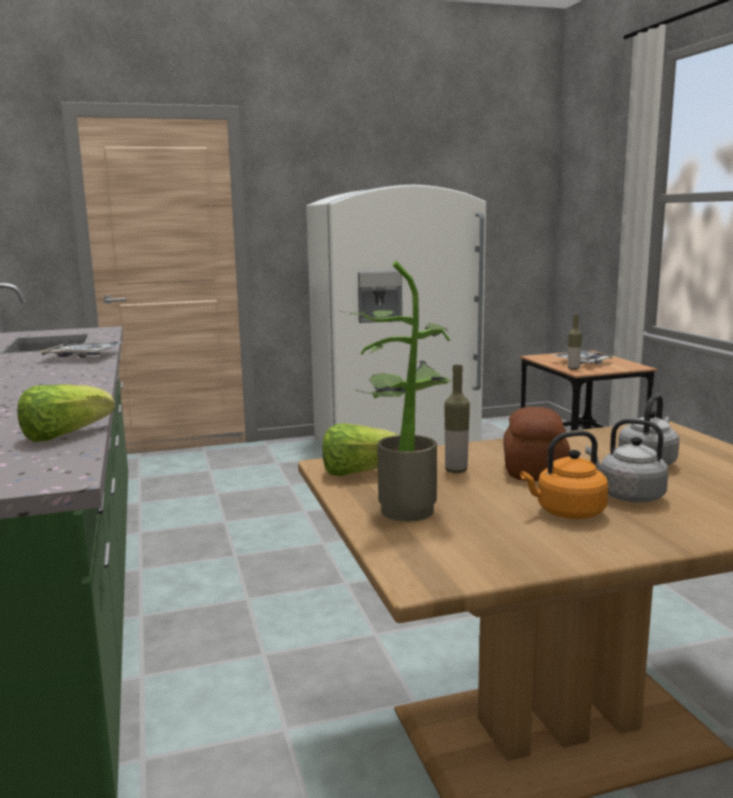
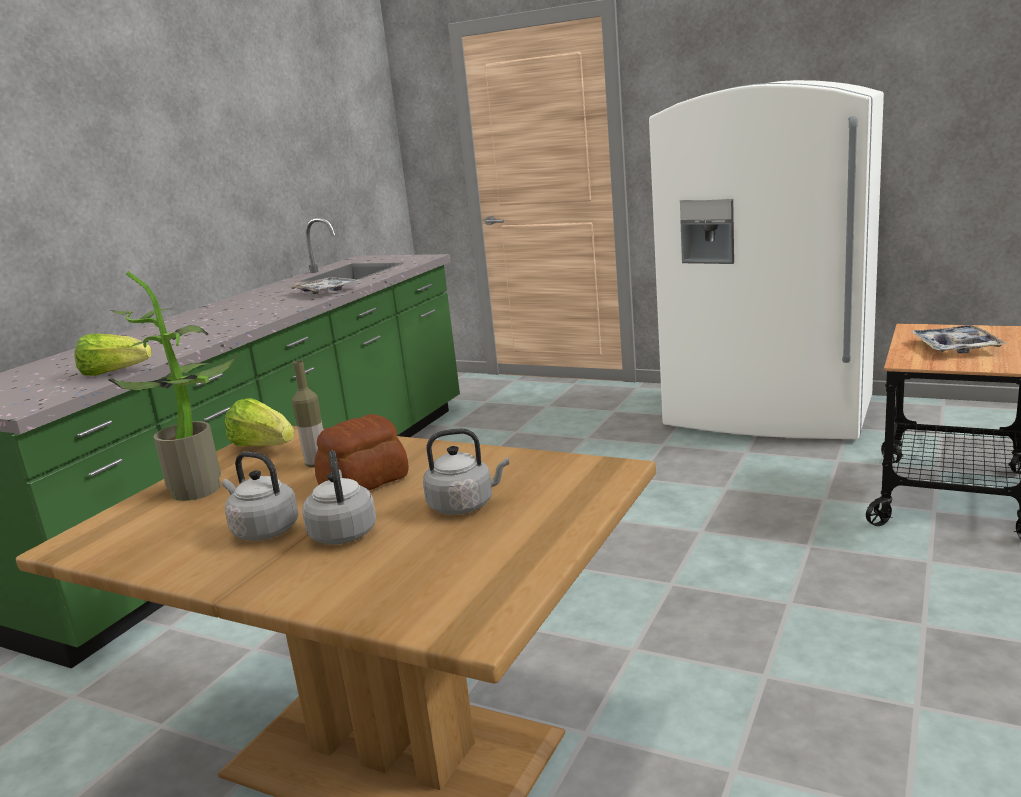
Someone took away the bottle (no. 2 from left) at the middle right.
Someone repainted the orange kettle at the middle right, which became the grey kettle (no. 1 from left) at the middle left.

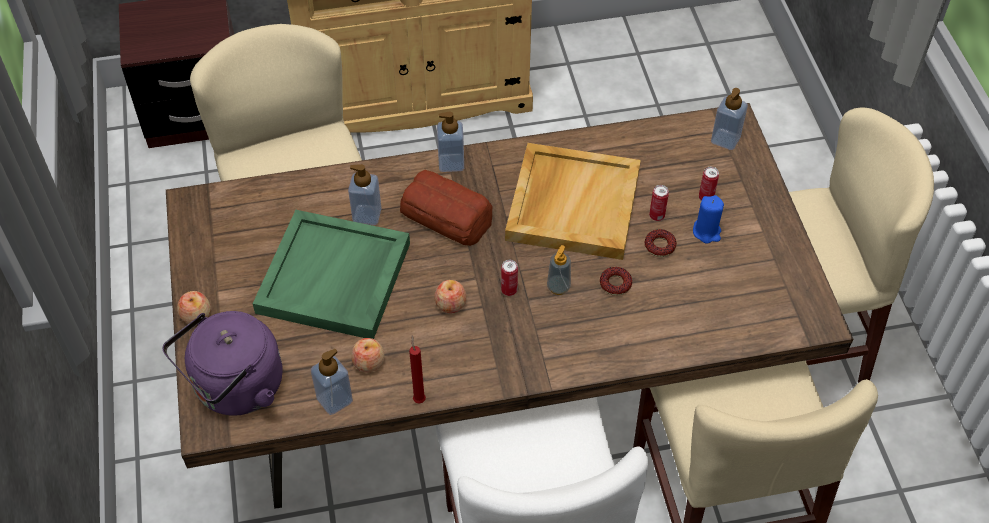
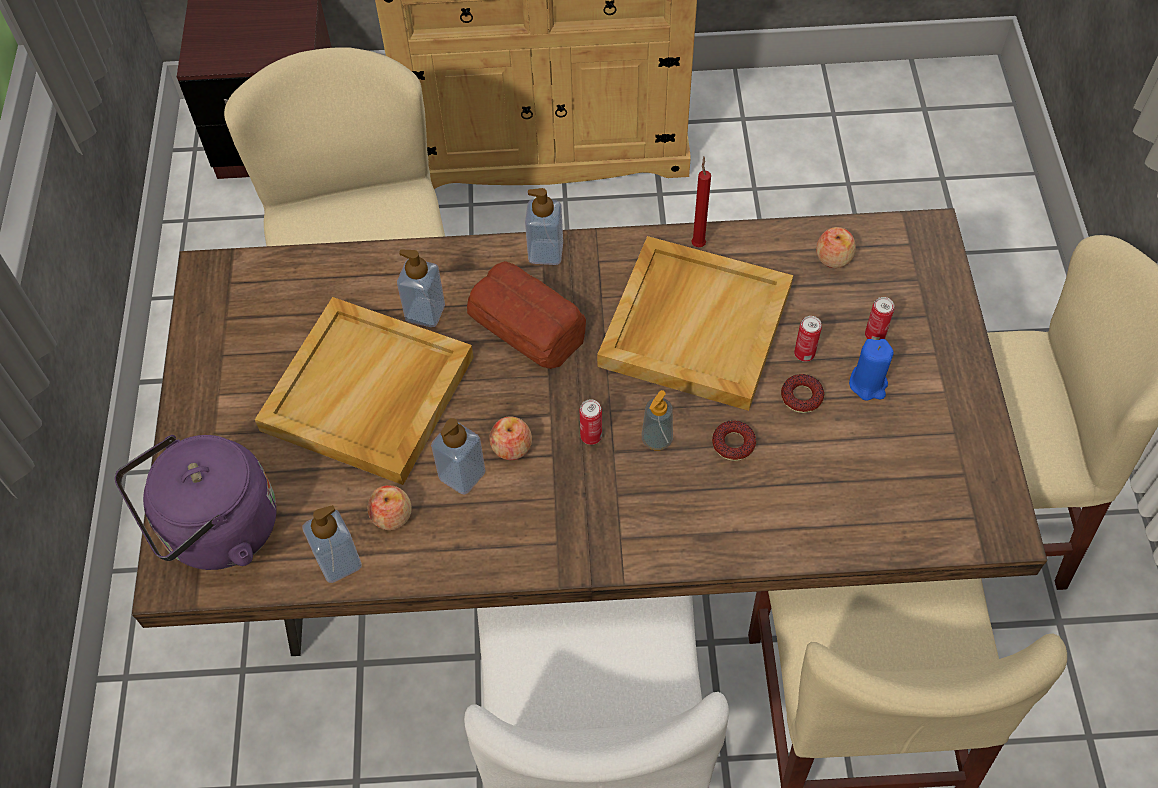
Someone carried the apple (no. 1 from left in the first image) from the middle left to the top right.
Someone carried the red candle from the bottom centre to the top centre.
Someone carried the soap dispenser (no. 5 from left in the first image) from the top right to the centre.
Someone repainted the green tray at the centre, which became the beige tray (no. 1 from left) at the middle left.

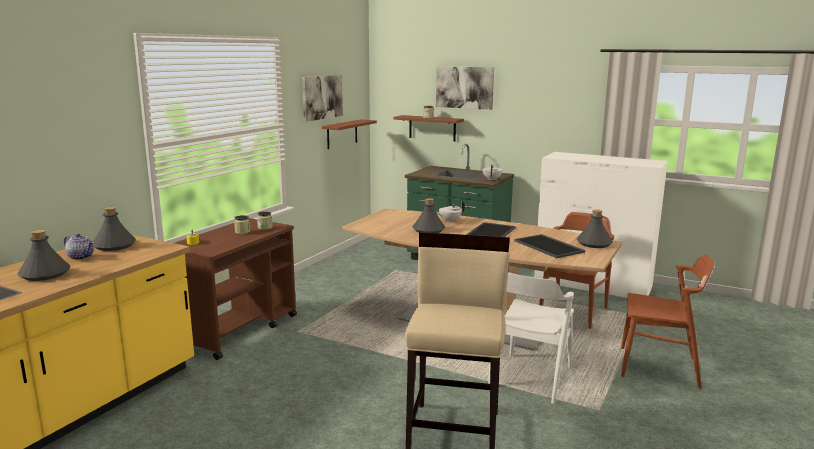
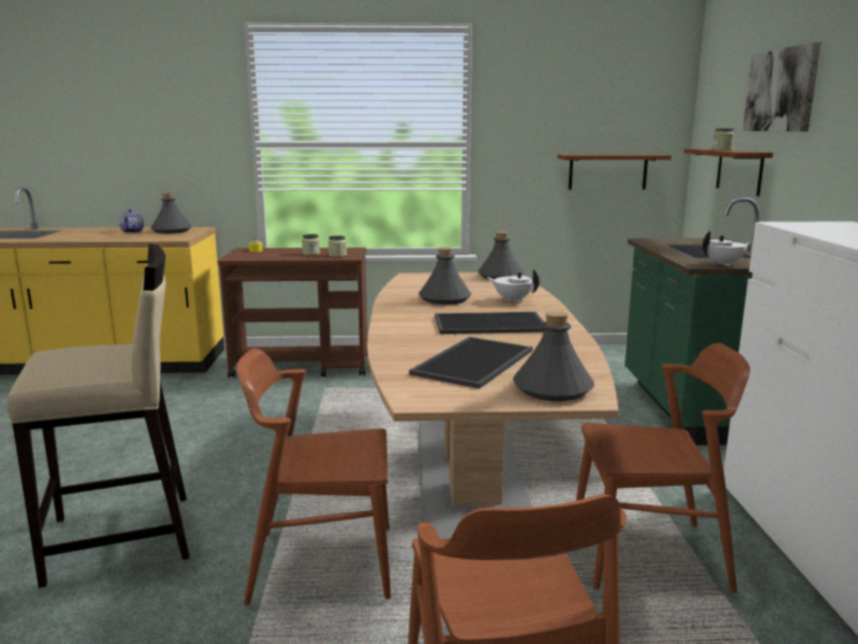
Someone took away the picture (no. 1 from left) at the top centre.
Someone carried the grey bottle (no. 1 from left in the first image) from the middle left to the centre.
Someone repainted the white chair at the bottom centre, which became the brown chair (no. 1 from left) at the bottom centre.

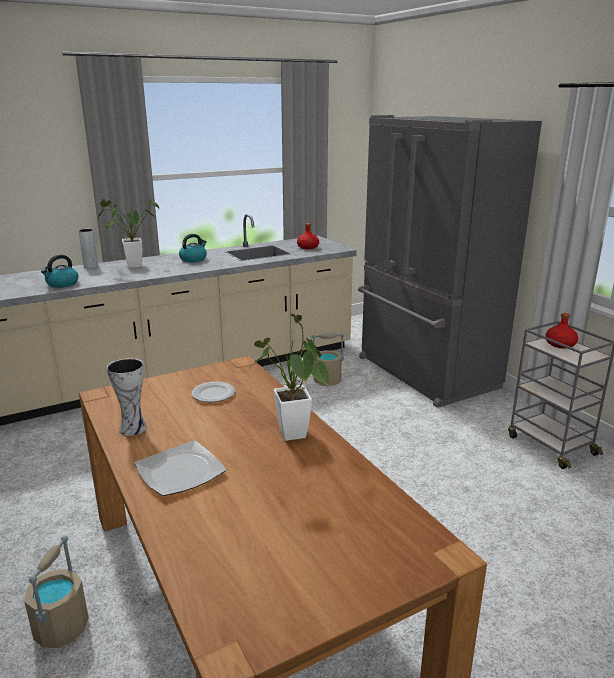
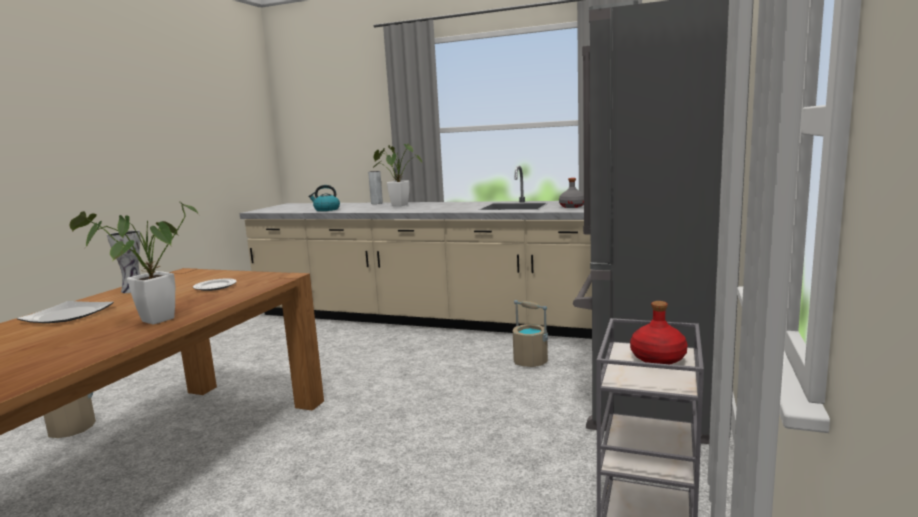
Someone took away the kettle (no. 2 from left) at the middle left.
Someone repainted the red bottle (no. 1 from left) at the centre, which became the grey bottle at the centre.

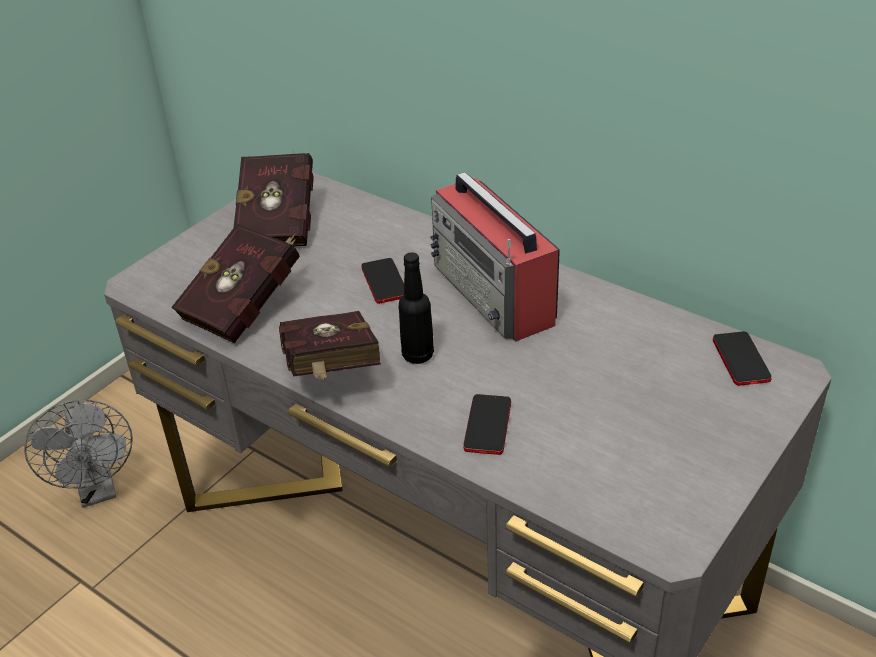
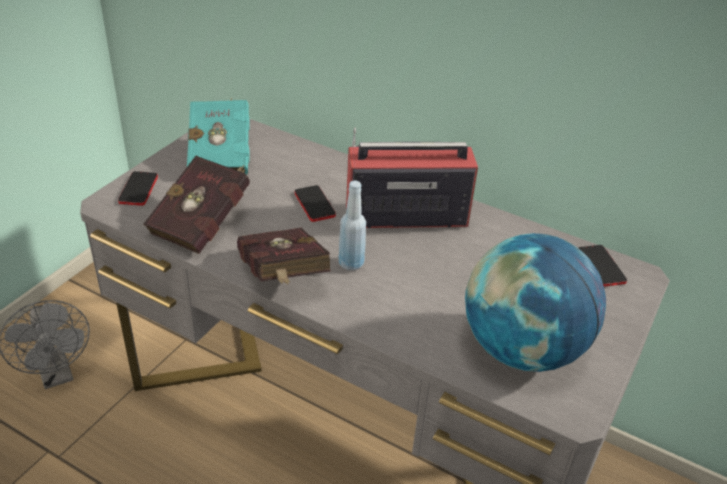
Someone put down the globe at the middle right.
Someone carried the phone (no. 2 from left in the first image) from the centre to the middle left.
Someone repainted the red book (no. 2 from left) at the top left, which became the turquoise book at the top left.
Someone repainted the black bottle at the centre, which became the blue bottle at the centre.
Someone rotated the radio at the centre by 120 degrees clockwise.

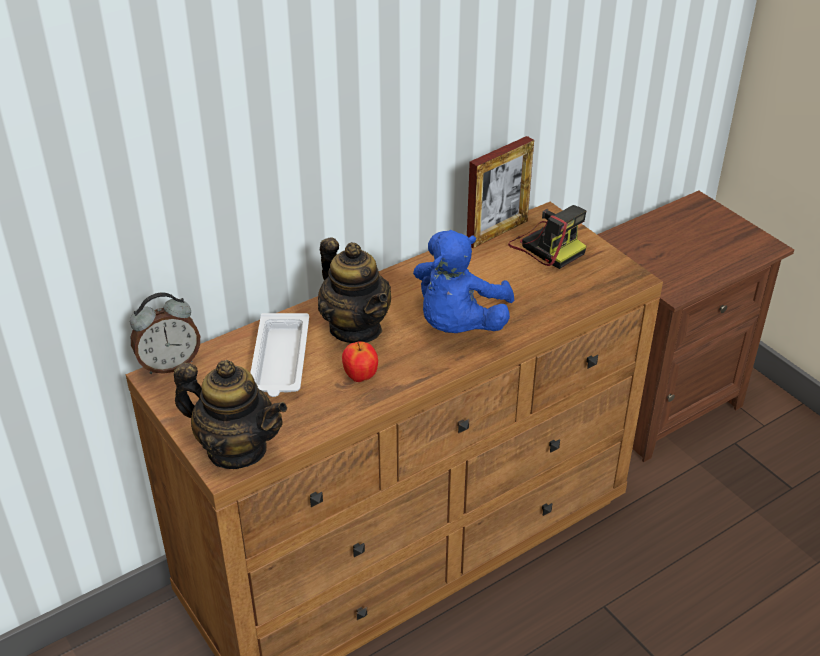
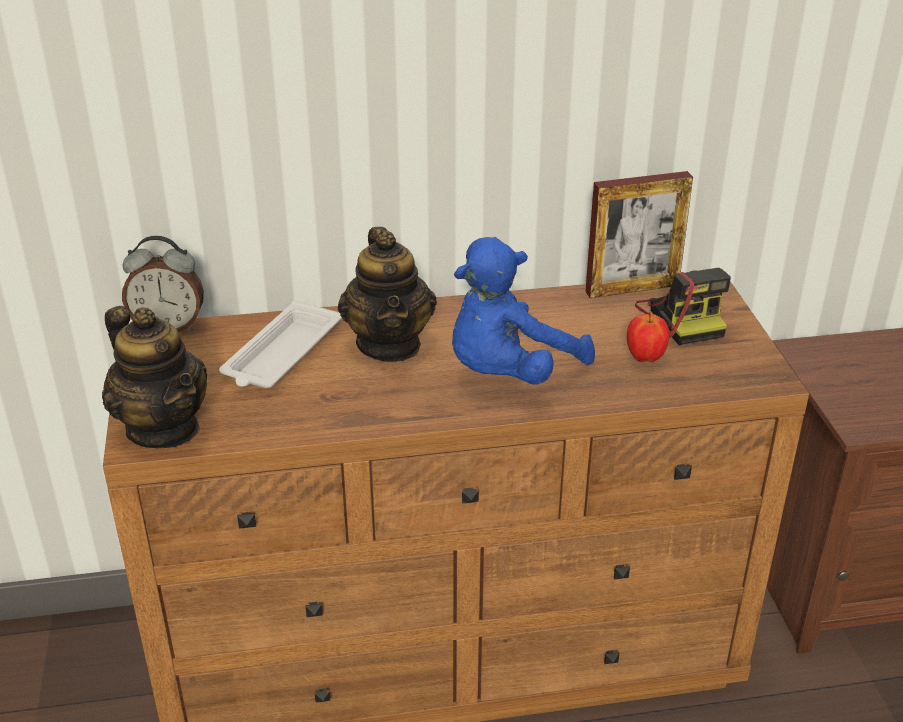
Someone carried the apple from the centre to the middle right.

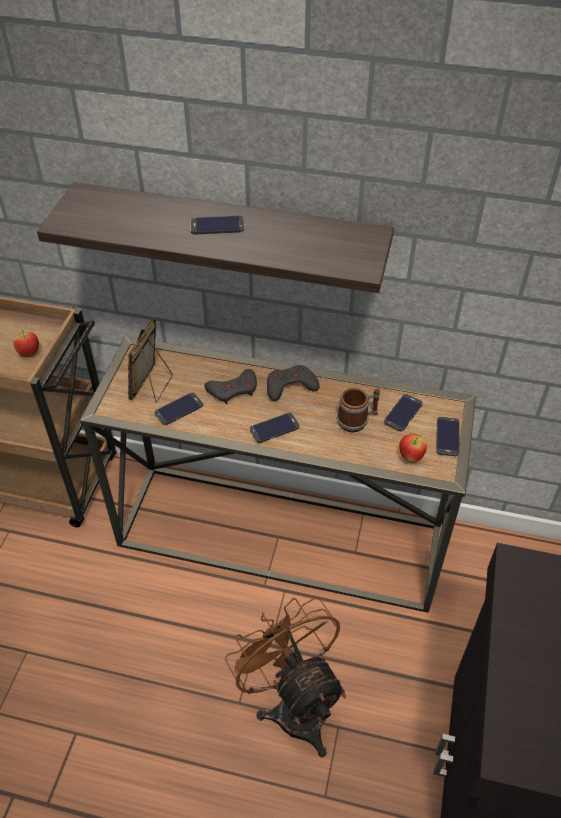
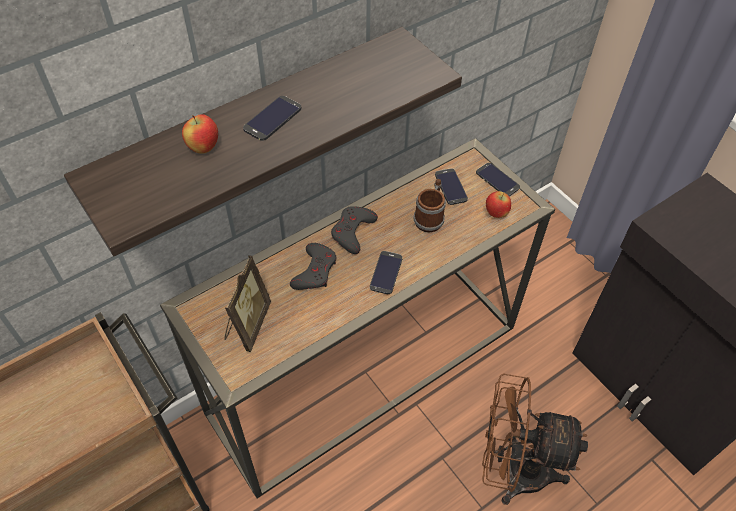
Someone took away the phone (no. 1 from left) at the middle left.
Someone carried the apple (no. 1 from left) from the middle left to the top left.
Someone rotated the picture frame at the middle left by 135 degrees counterclockwise.

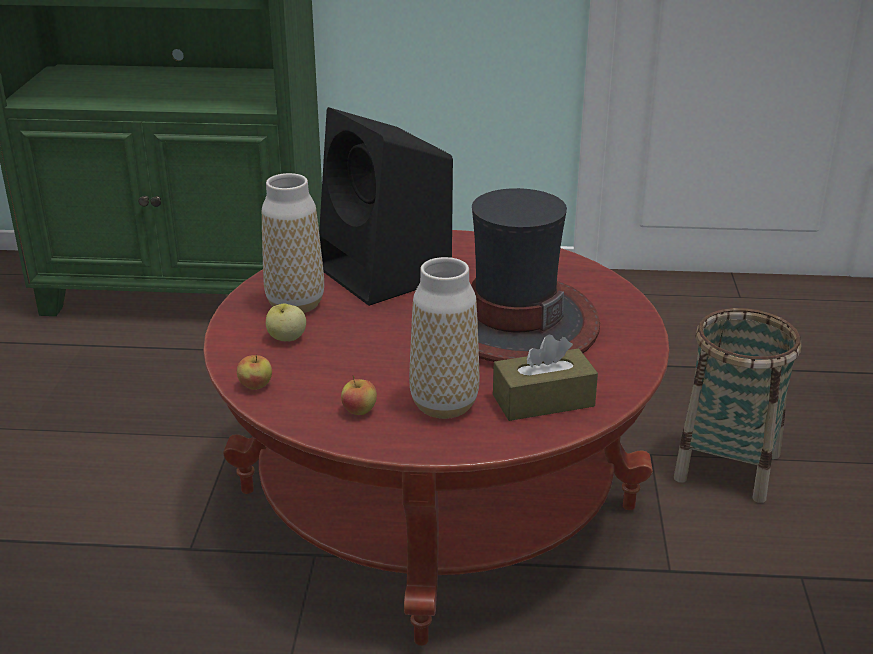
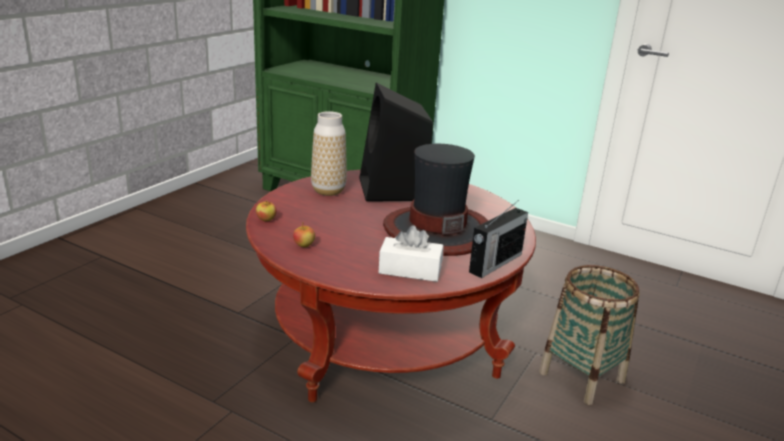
Someone took away the apple (no. 2 from left) at the middle left.
Someone took away the vase (no. 2 from left) at the centre.
Someone put down the radio at the centre.
Someone repainted the brown tissue box at the centre, which became the white tissue box at the centre.

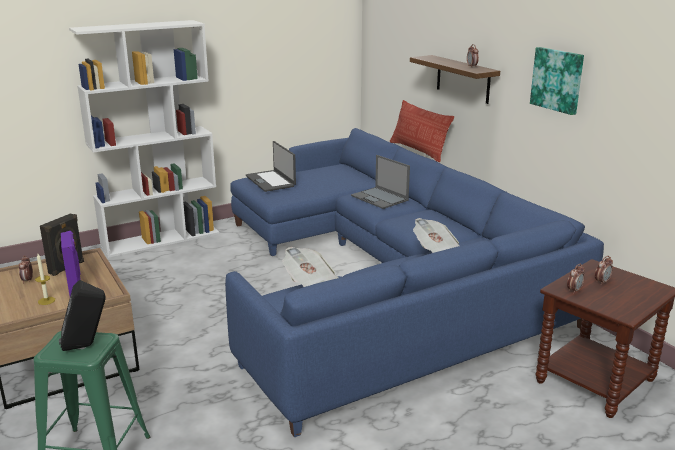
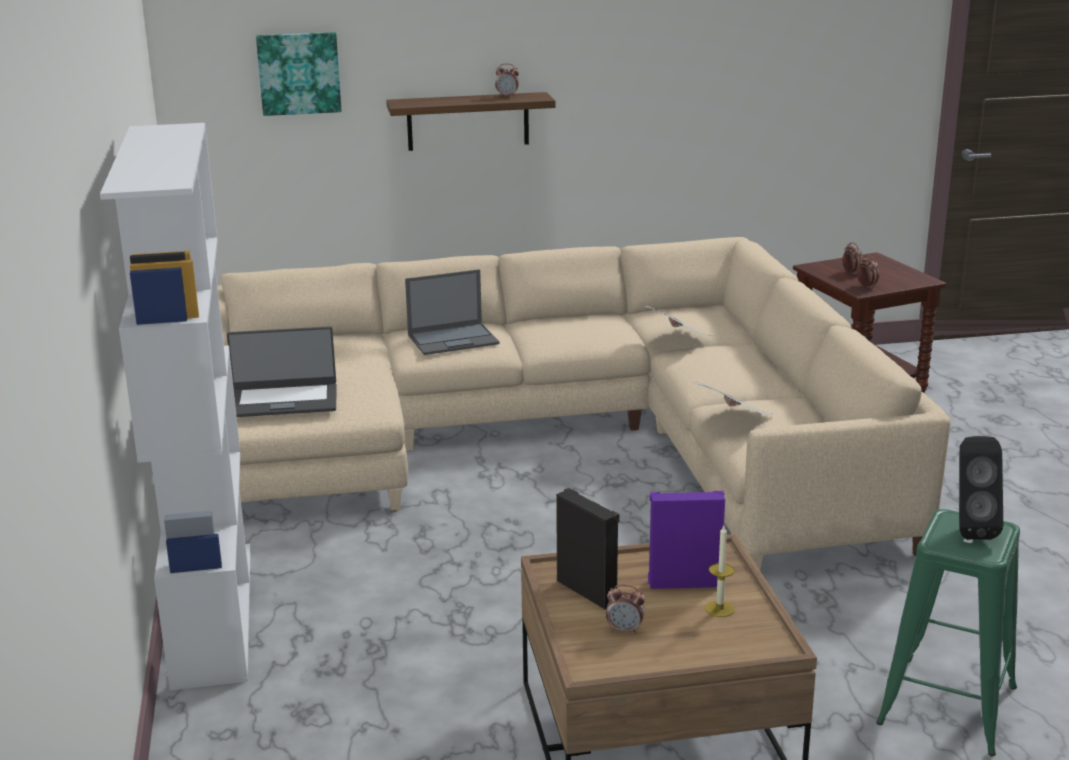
Someone took away the pillow at the top centre.
Someone carried the picture from the top right to the top left.
Someone repainted the blue sofa at the centre, which became the beige sofa at the centre.

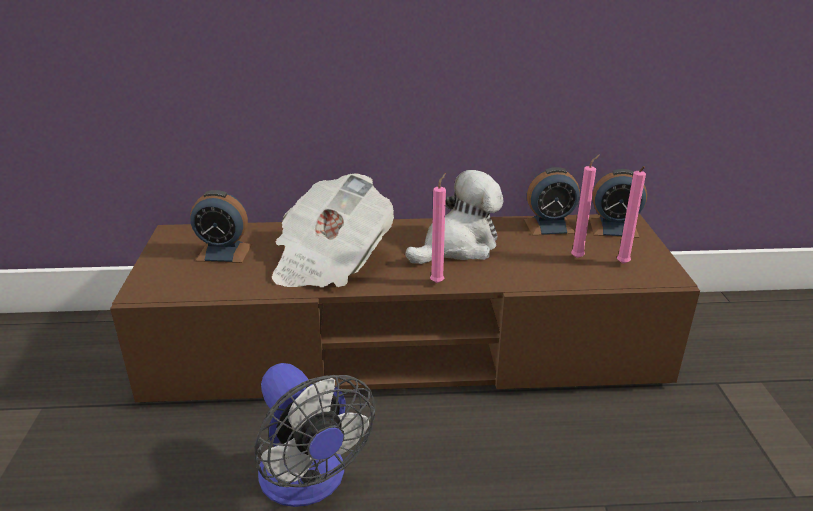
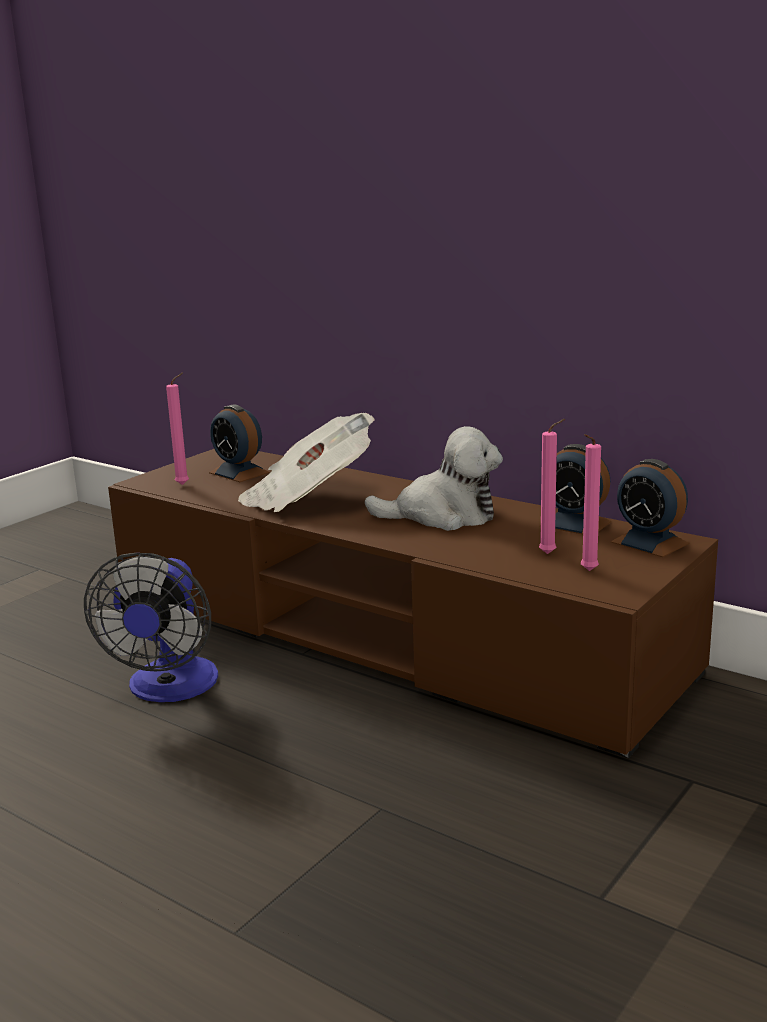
Someone carried the pink candle (no. 1 from left) from the centre to the middle left.

